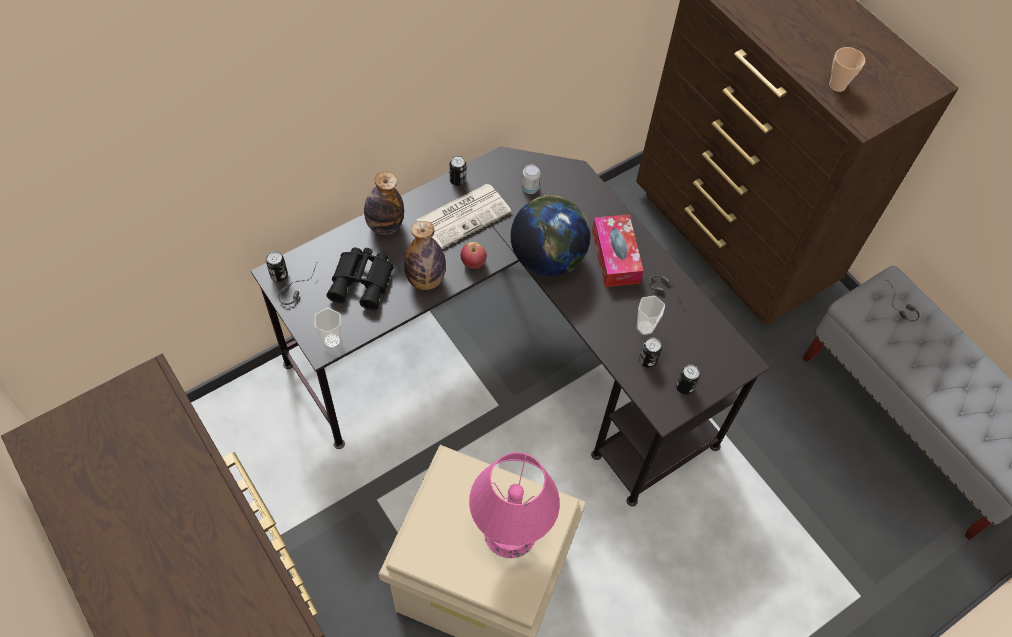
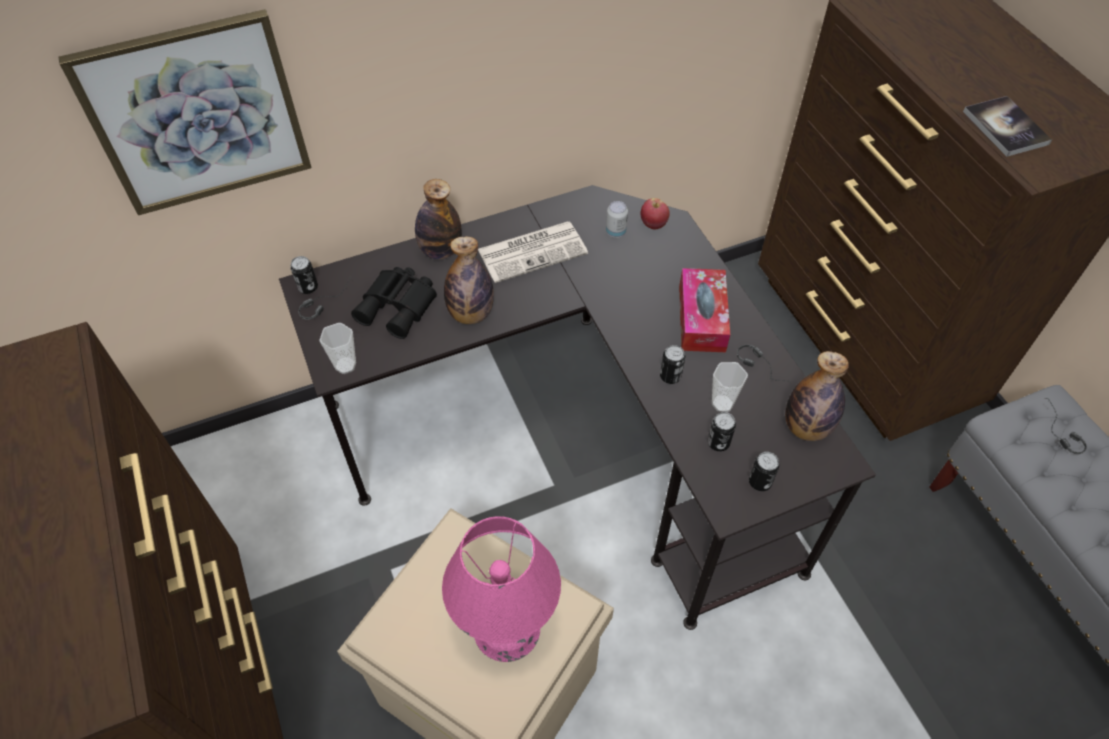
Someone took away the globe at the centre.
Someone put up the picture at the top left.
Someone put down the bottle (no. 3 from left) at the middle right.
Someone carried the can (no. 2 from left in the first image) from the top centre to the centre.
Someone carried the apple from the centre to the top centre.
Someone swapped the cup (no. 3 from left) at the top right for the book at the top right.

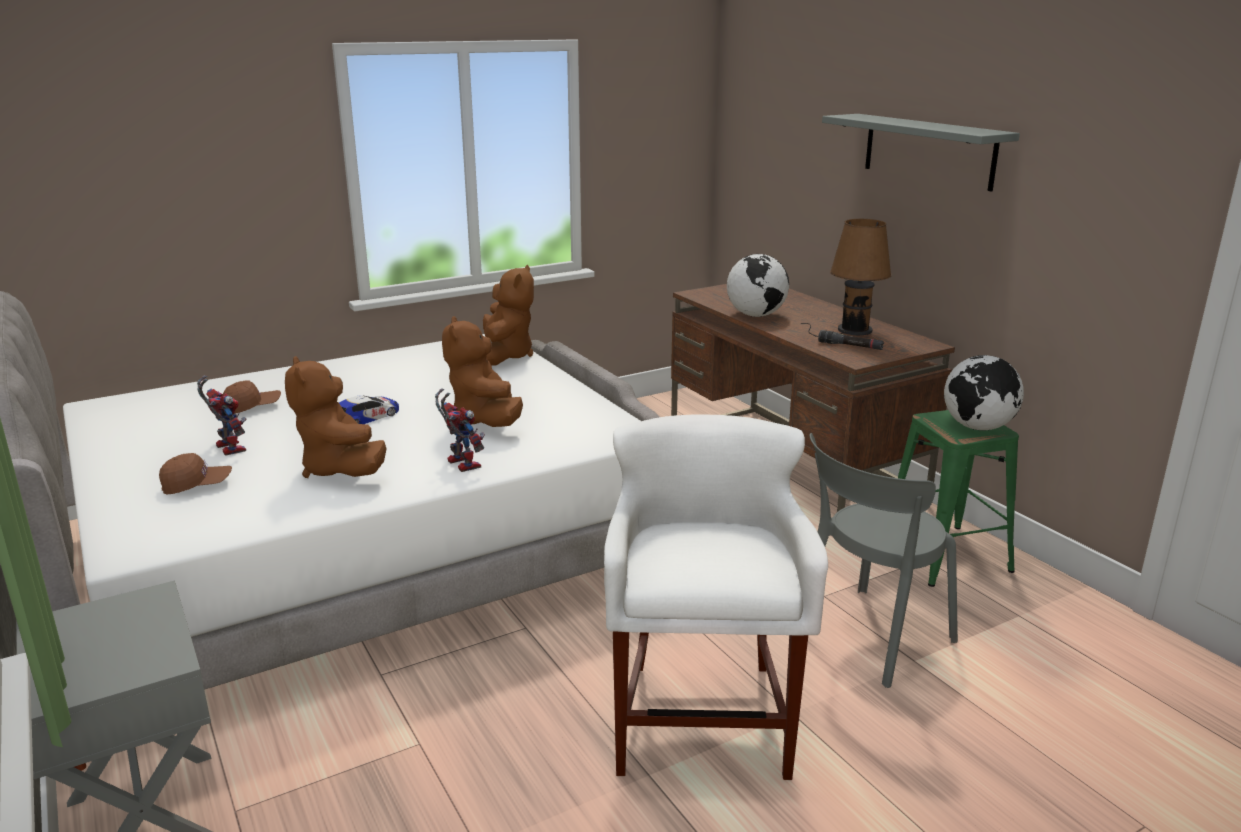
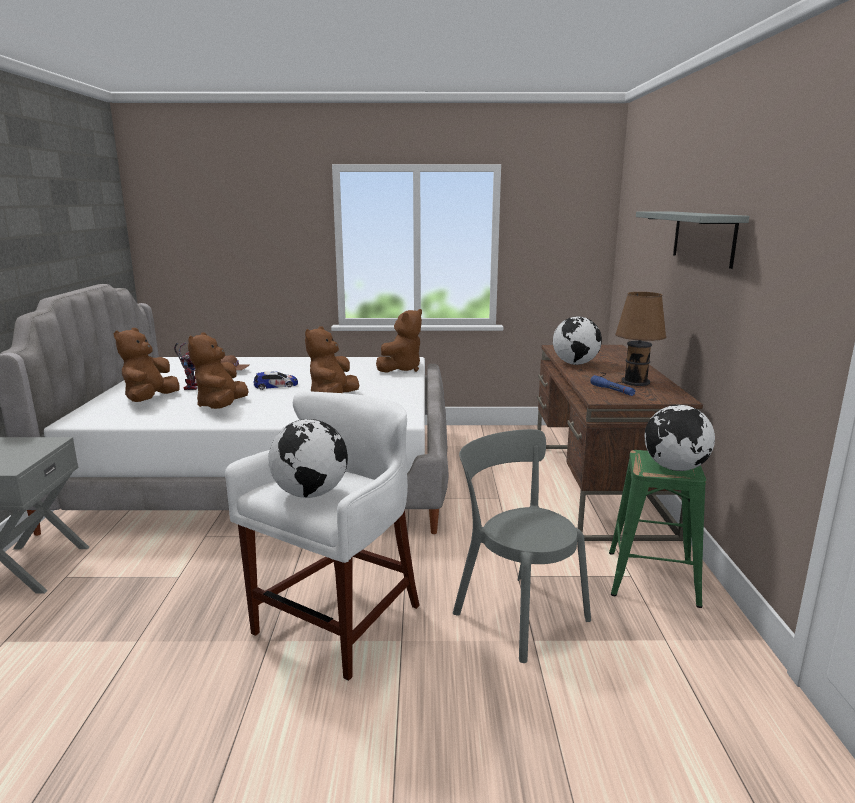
Someone took away the toy robot (no. 2 from left) at the centre.
Someone put down the globe (no. 1 from left) at the centre.
Someone swapped the brown cap (no. 1 from left) at the middle left for the brown plush toy (no. 1 from left) at the middle left.
Someone repainted the black flashlight at the middle right, which became the blue flashlight at the middle right.
Someone rotated the grey chair at the bottom right by 60 degrees clockwise.

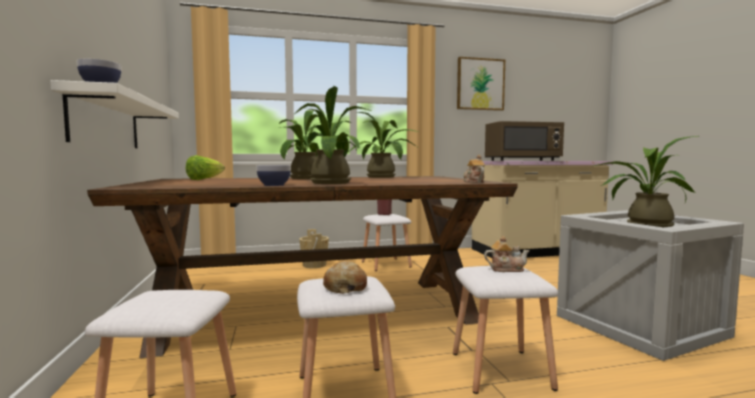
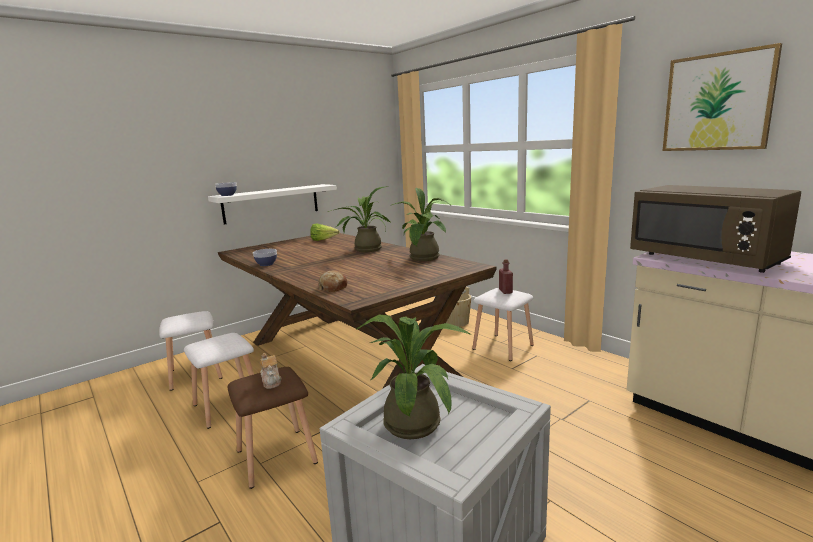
Someone took away the potted plant (no. 2 from left) at the centre.
Someone took away the teapot (no. 1 from left) at the centre.
Someone carried the bread from the bottom centre to the centre.
Someone repainted the white stool (no. 4 from left) at the bottom right, which became the brown stool at the bottom centre.

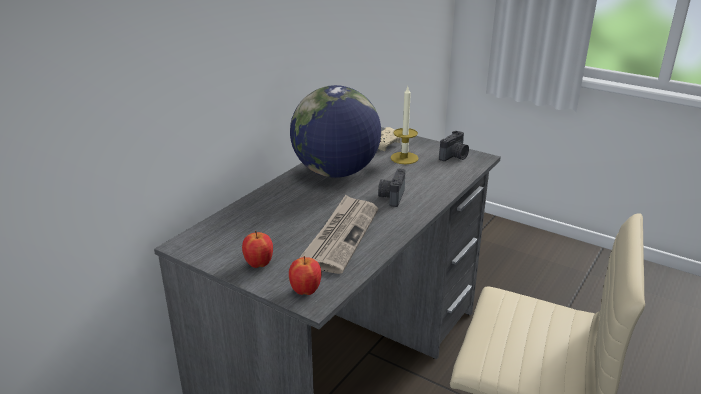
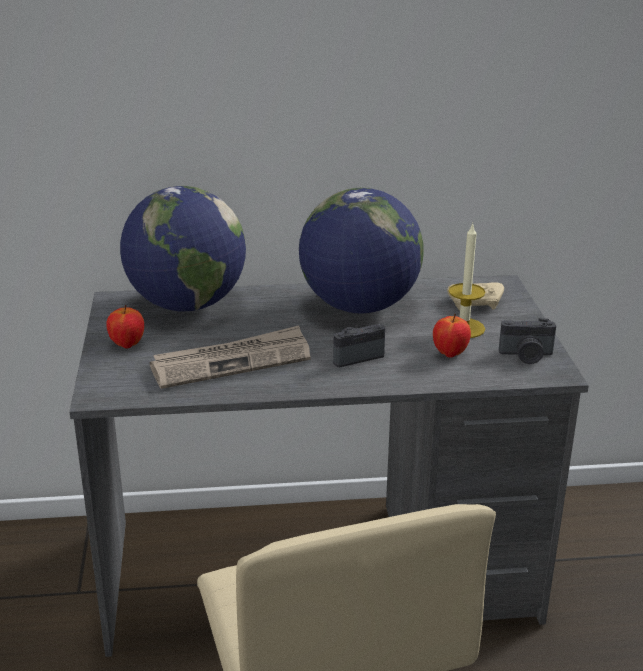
Someone put down the globe (no. 1 from left) at the middle left.
Someone carried the apple (no. 2 from left) from the bottom centre to the middle right.

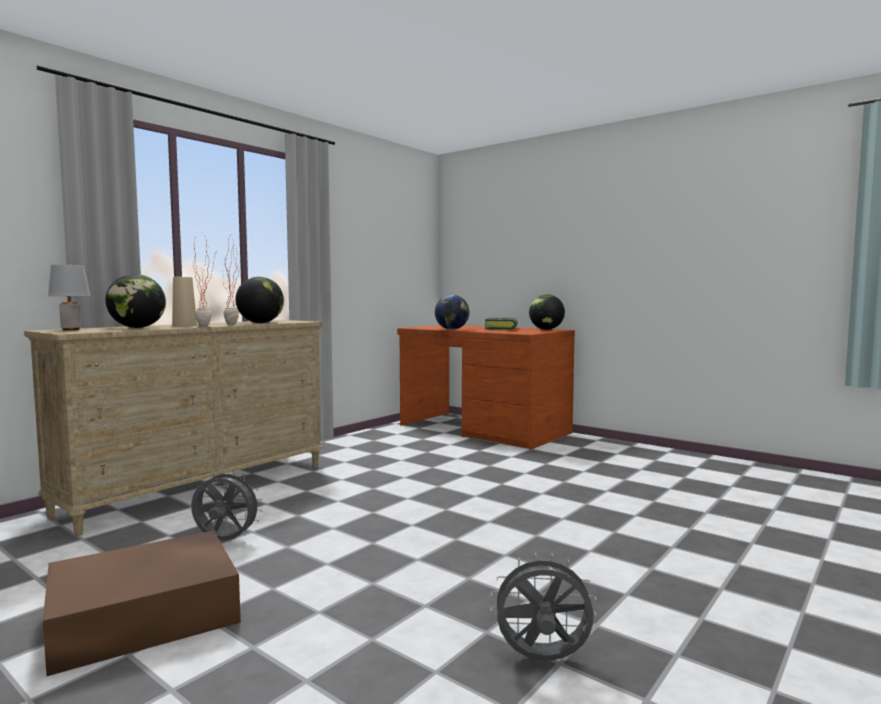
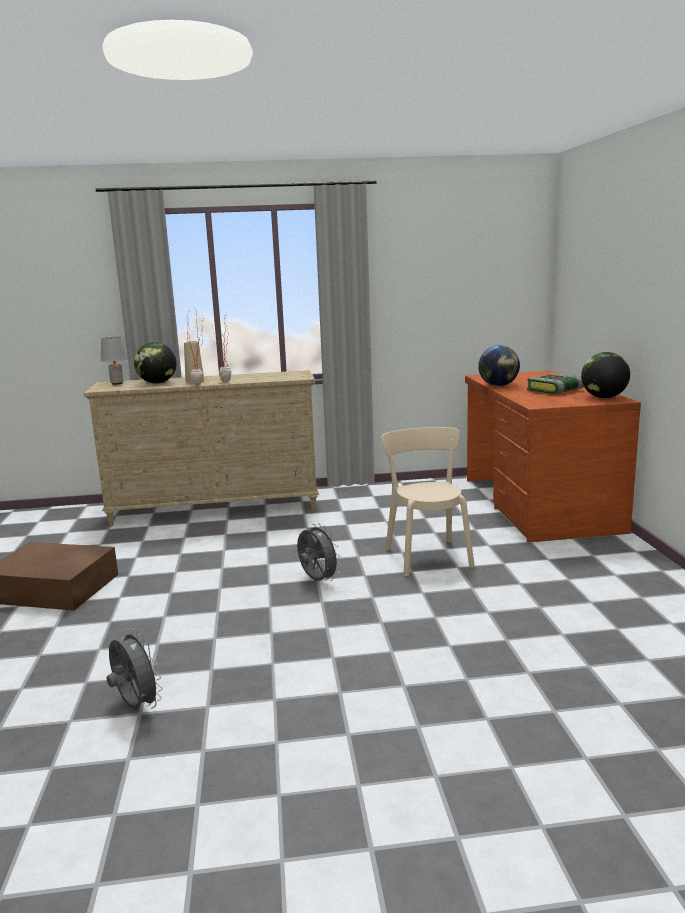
Someone took away the globe (no. 2 from left) at the middle left.
Someone put down the beige chair at the centre.
Someone carried the grey fan (no. 1 from left in the first image) from the bottom left to the centre.

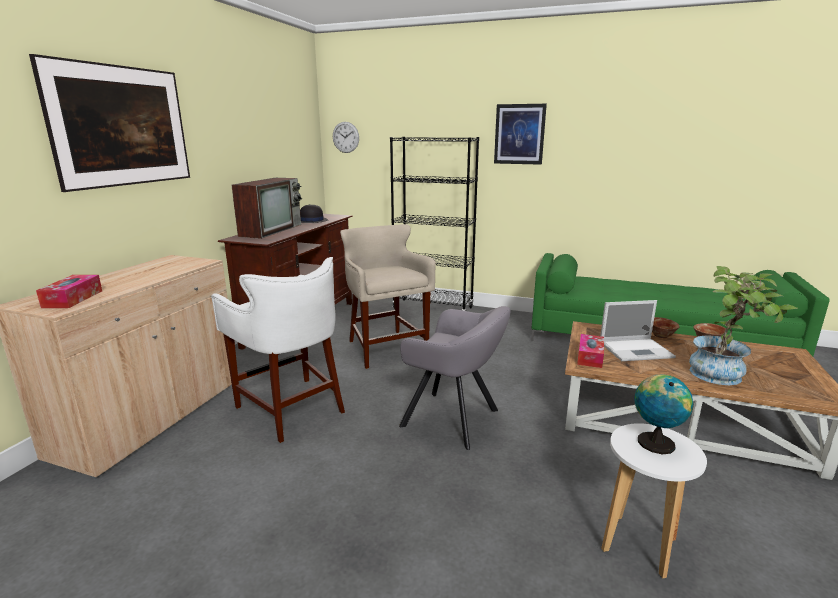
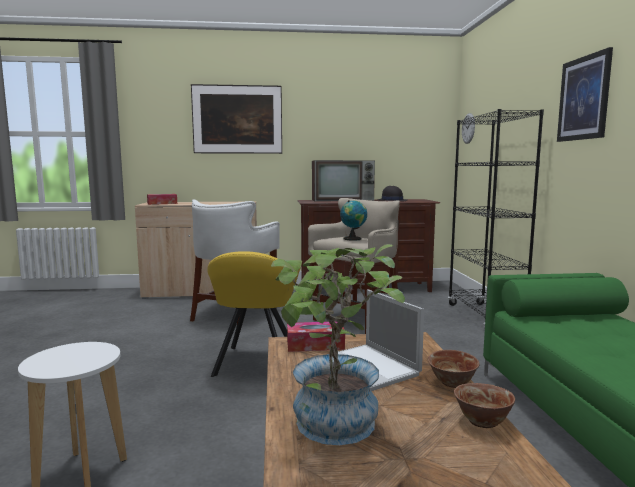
Someone carried the globe from the bottom right to the centre.
Someone repainted the grey armchair at the centre, which became the yellow armchair at the centre.

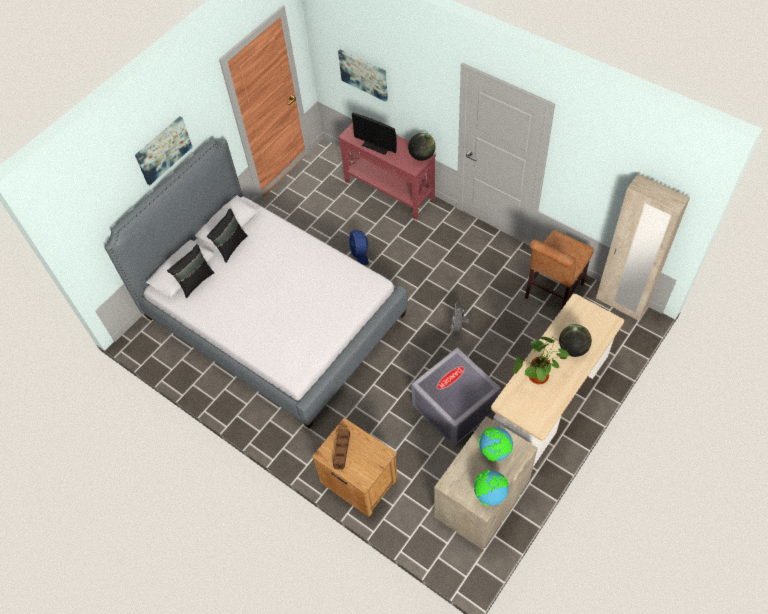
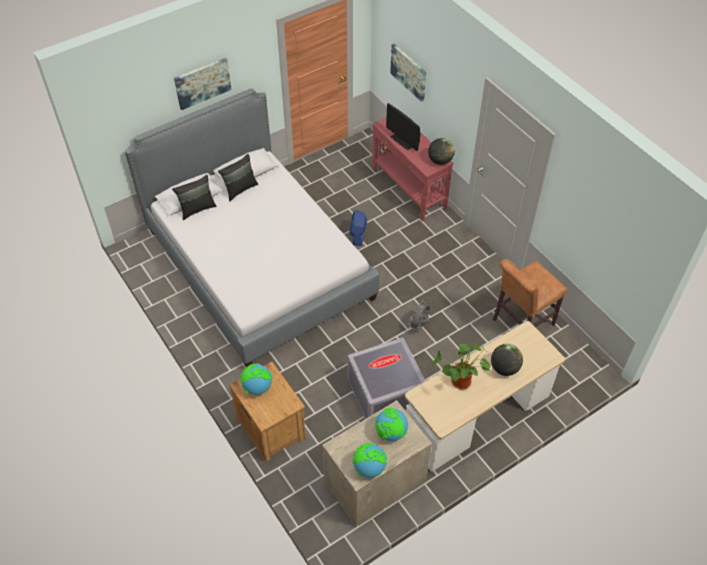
Someone took away the beige wardrobe at the middle right.
Someone swapped the brown tray at the bottom centre for the globe (no. 1 from left) at the bottom centre.

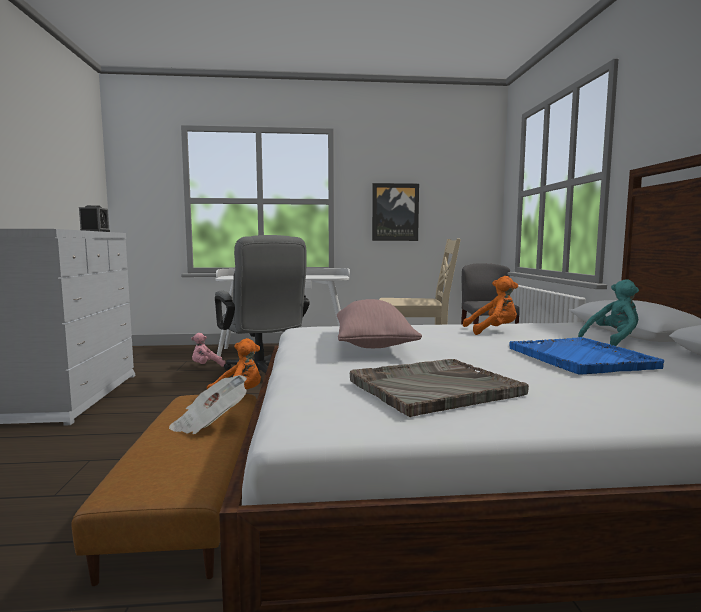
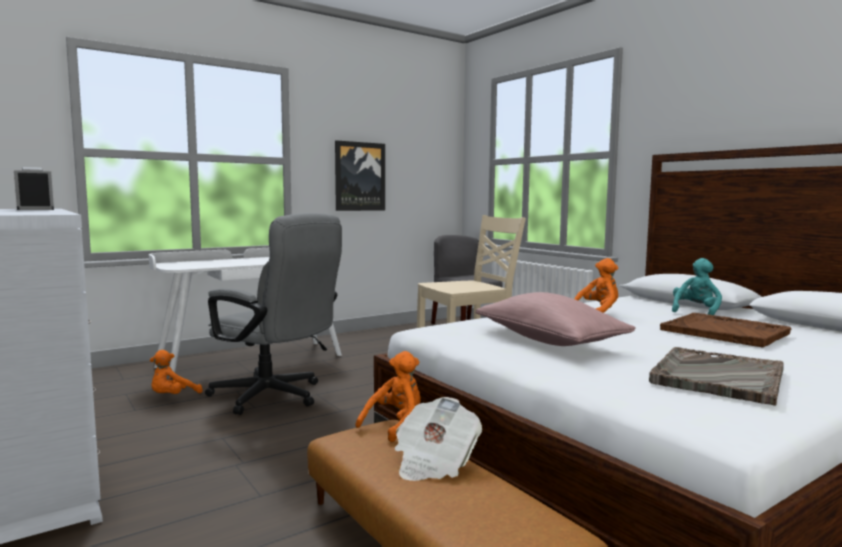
Someone repainted the pink plush toy at the middle left, which became the orange plush toy (no. 1 from left) at the bottom left.
Someone repainted the blue tray at the middle right, which became the brown tray at the middle right.

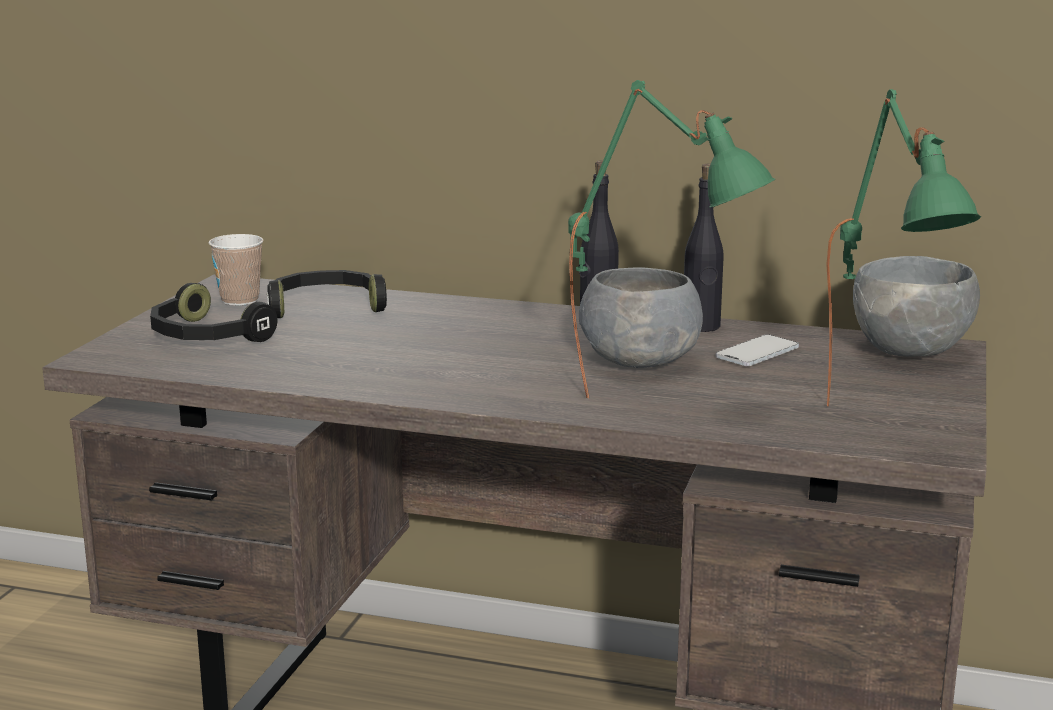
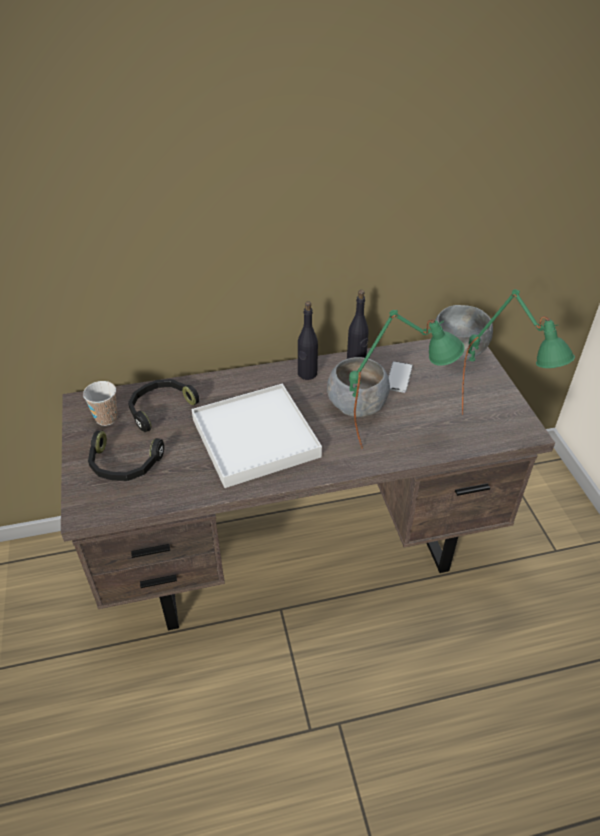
Someone put down the white tray at the centre.

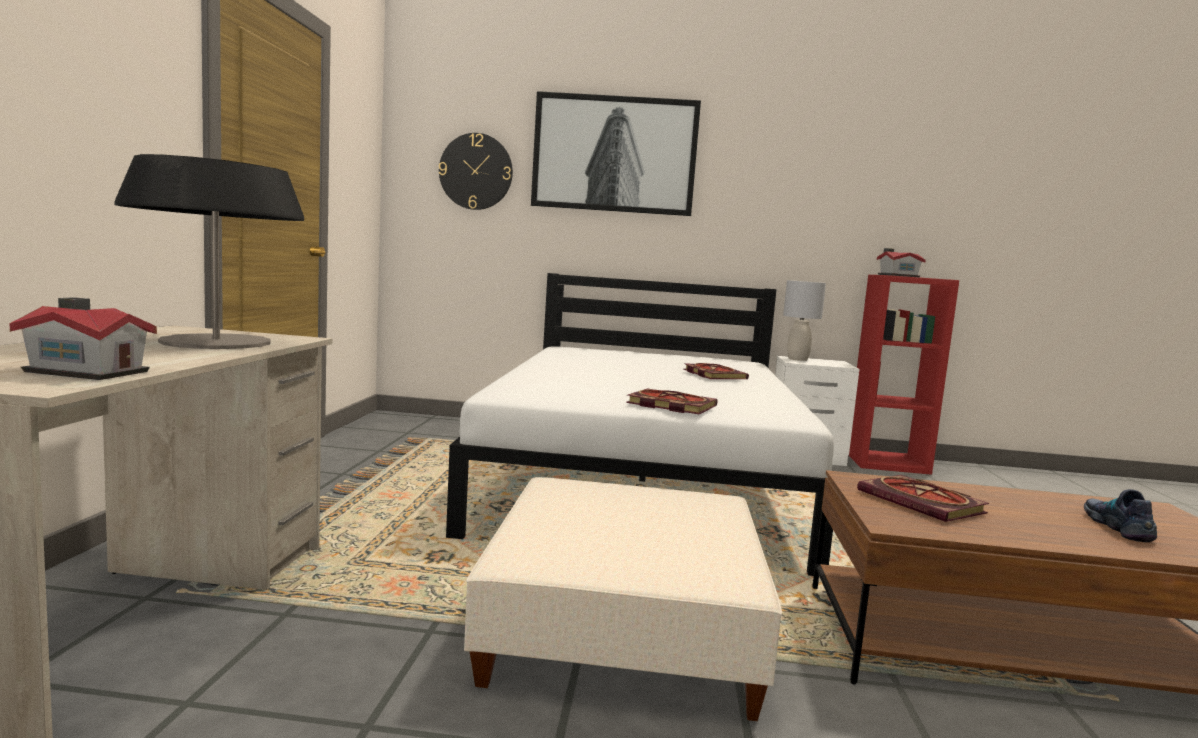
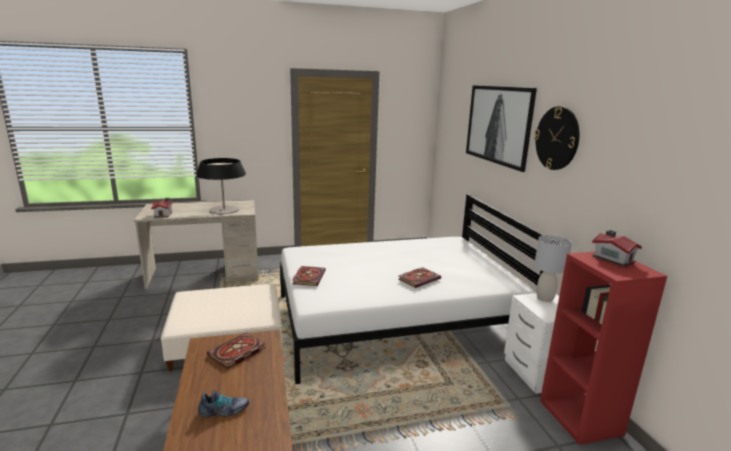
Someone carried the wall clock from the top centre to the top right.

